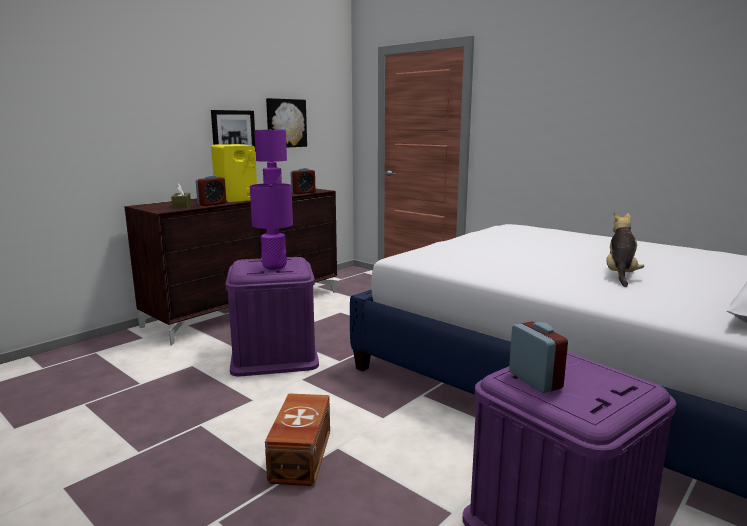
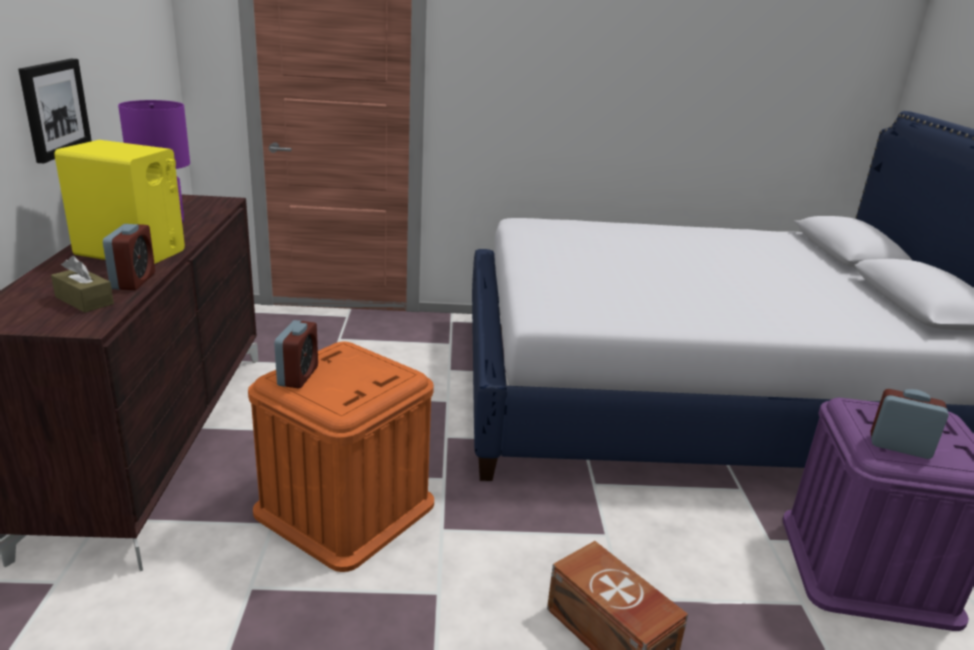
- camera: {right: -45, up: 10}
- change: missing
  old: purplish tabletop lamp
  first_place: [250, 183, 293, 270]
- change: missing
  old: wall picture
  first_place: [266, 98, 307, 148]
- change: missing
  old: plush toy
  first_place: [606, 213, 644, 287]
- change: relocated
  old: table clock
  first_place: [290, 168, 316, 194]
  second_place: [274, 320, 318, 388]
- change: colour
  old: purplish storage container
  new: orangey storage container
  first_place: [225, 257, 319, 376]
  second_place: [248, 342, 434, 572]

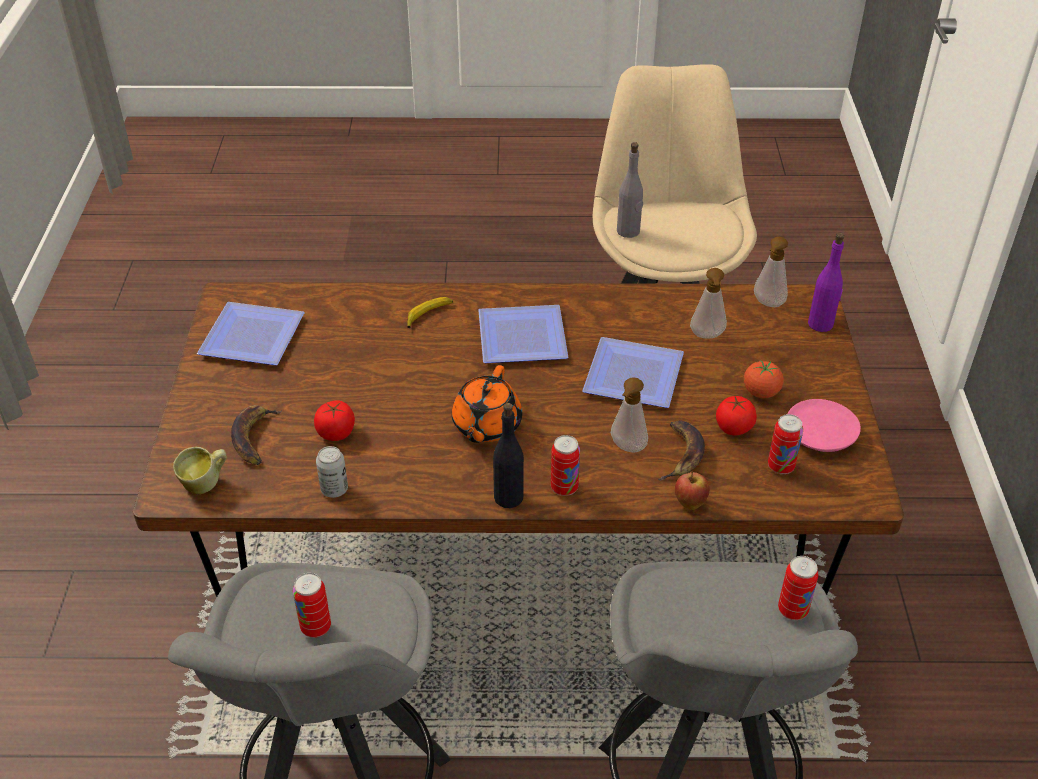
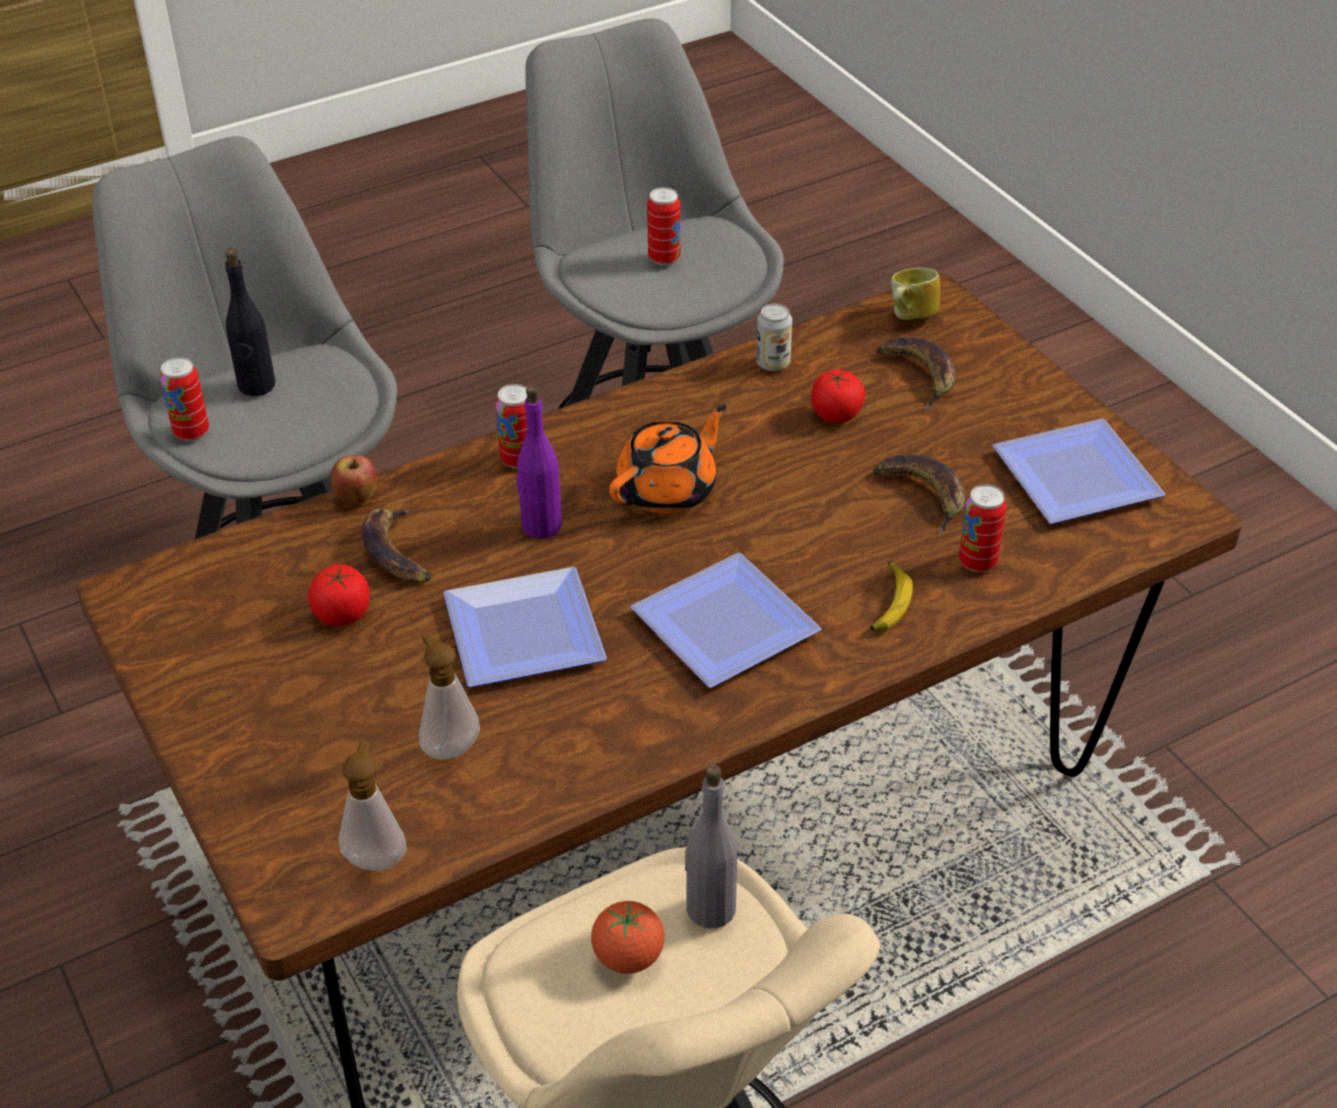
- camera: {right: 150, up: 0}
- change: missing
  old: soap bottle
  first_place: [611, 377, 648, 453]
- change: missing
  old: pinkish dinner plate
  first_place: [788, 399, 861, 452]
- change: appeared
  new: banana fruit
  second_place: [873, 455, 966, 534]
- change: relocated
  old: black-coloured drink bottle
  first_place: [493, 403, 524, 508]
  second_place: [225, 248, 275, 396]
- change: relocated
  old: whole tomato
  first_place: [744, 361, 784, 398]
  second_place: [591, 901, 665, 974]
- change: relocated
  old: can
  first_place: [768, 414, 803, 474]
  second_place: [959, 484, 1006, 572]
- change: relocated
  old: purplish drink bottle
  first_place: [808, 233, 844, 332]
  second_place: [516, 385, 562, 539]
- change: spun
  old: orangey pot for tea
  first_place: [452, 365, 522, 443]
  second_place: [609, 405, 727, 514]
  degrees: 60

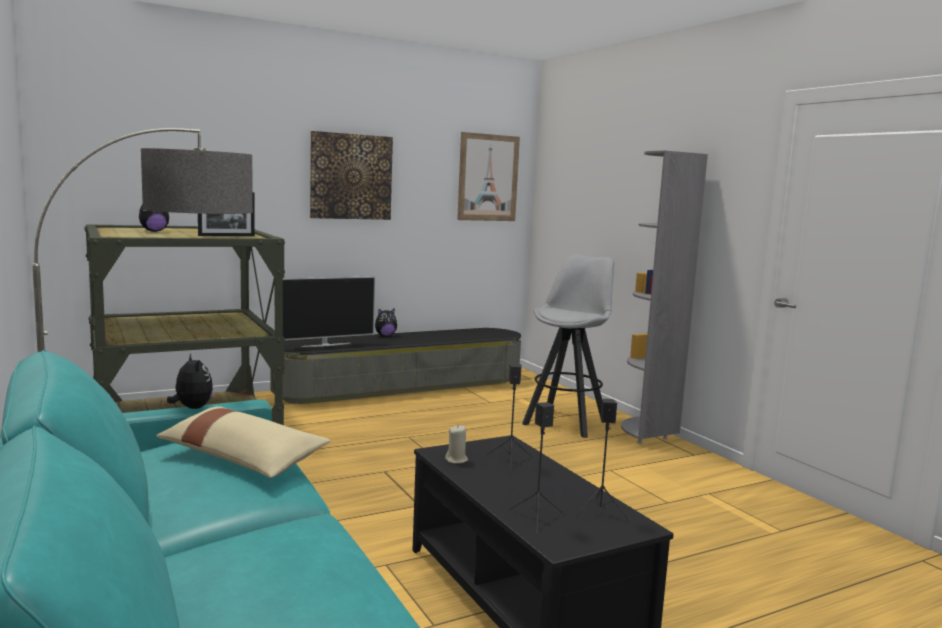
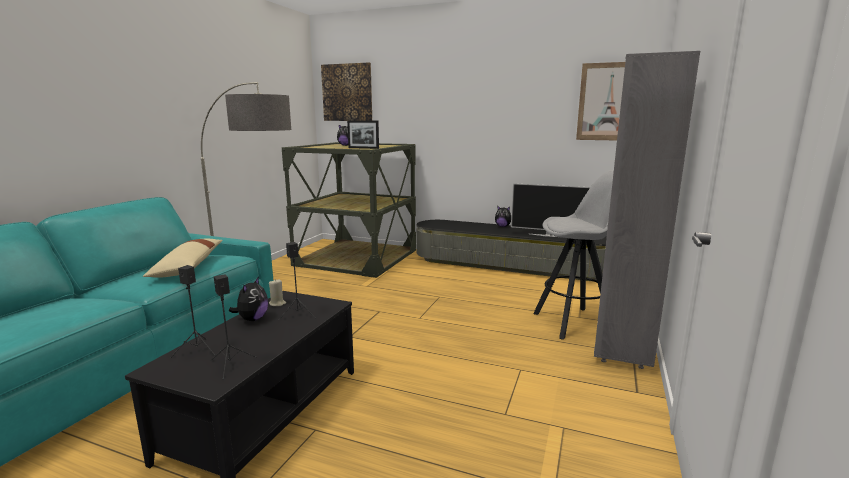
- camera: {right: 50, up: 5}
- change: relocated
  old: plush toy
  first_place: [167, 354, 213, 409]
  second_place: [229, 276, 268, 321]
- change: relocated
  old: TV set
  first_place: [283, 276, 376, 347]
  second_place: [511, 183, 590, 237]
- change: relocated
  old: wall picture
  first_place: [310, 131, 393, 220]
  second_place: [321, 62, 372, 121]

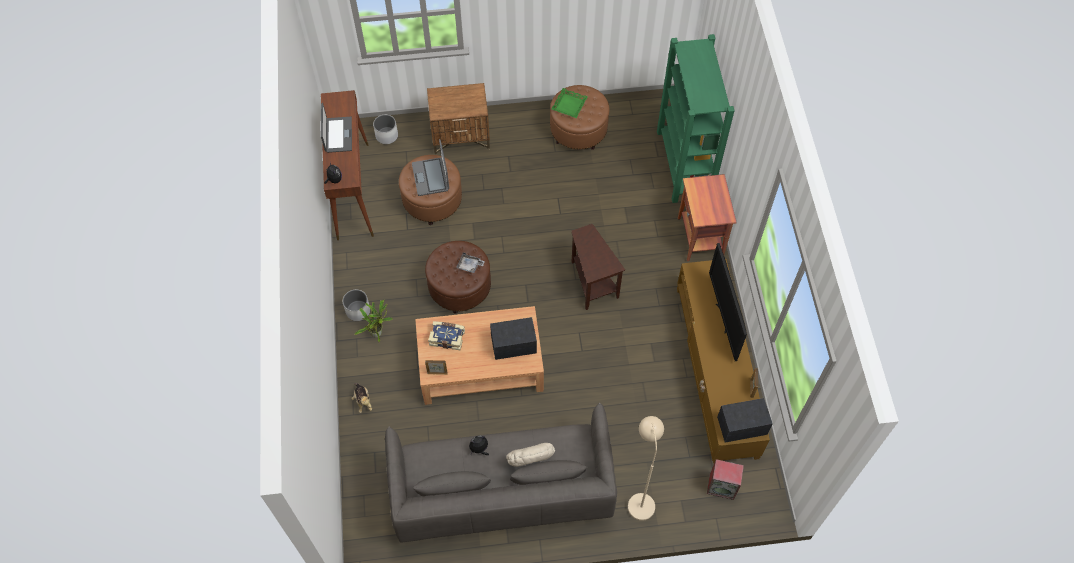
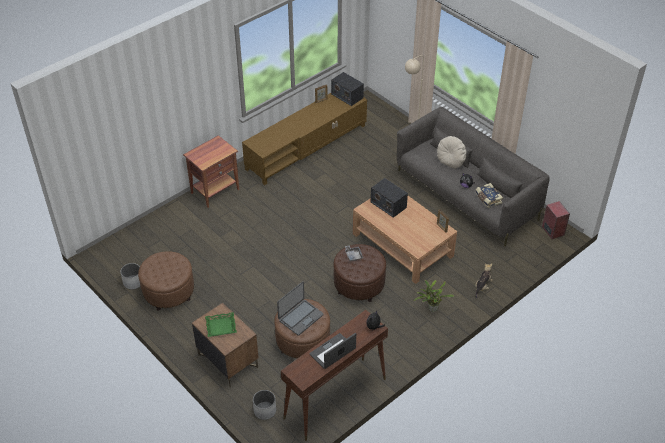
- camera: {right: -125, up: -15}
- change: missing
  old: brown-coloured accent table
  first_place: [571, 224, 625, 310]
- change: missing
  old: green-coloured bookcase
  first_place: [657, 34, 735, 203]
- change: missing
  old: TV set
  first_place: [709, 243, 747, 361]
- change: relocated
  old: white planter
  first_place: [343, 290, 370, 321]
  second_place: [121, 263, 140, 290]
- change: relocated
  old: volume
  first_place: [428, 321, 465, 350]
  second_place: [475, 183, 503, 208]
- change: relocated
  old: green-coloured carrying tray
  first_place: [551, 88, 588, 118]
  second_place: [205, 312, 237, 337]
- change: relocated
  old: audio speaker
  first_place: [707, 459, 744, 500]
  second_place: [542, 201, 570, 239]

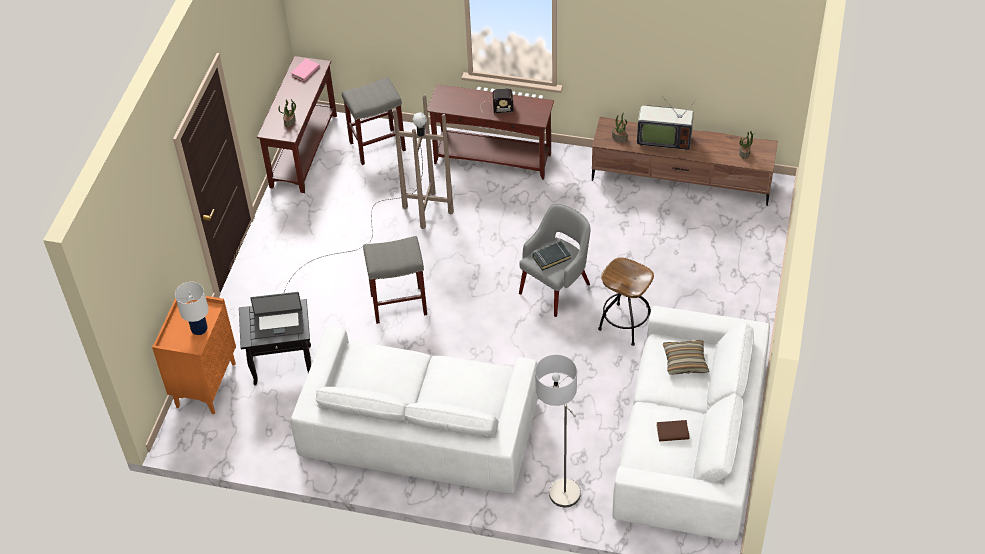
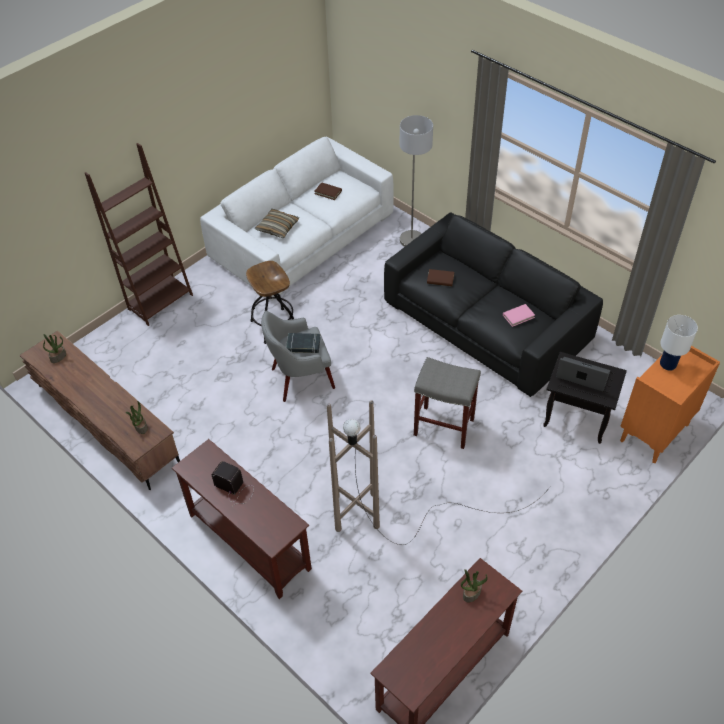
- camera: {right: -150, up: 0}
- change: missing
  old: greyish stool
  first_place: [342, 77, 406, 165]
- change: missing
  old: TV set
  first_place: [637, 96, 698, 151]
- change: appeared
  new: brown-coloured bookcase
  second_place: [85, 143, 193, 326]
- change: appeared
  new: brown-coloured volume
  second_place: [427, 269, 454, 286]
- change: relocated
  old: pinkish volume
  first_place: [291, 59, 320, 81]
  second_place: [503, 304, 535, 327]
- change: colour
  old: white sofa
  new: black-coloured sofa
  first_place: [291, 326, 538, 494]
  second_place: [384, 212, 603, 397]

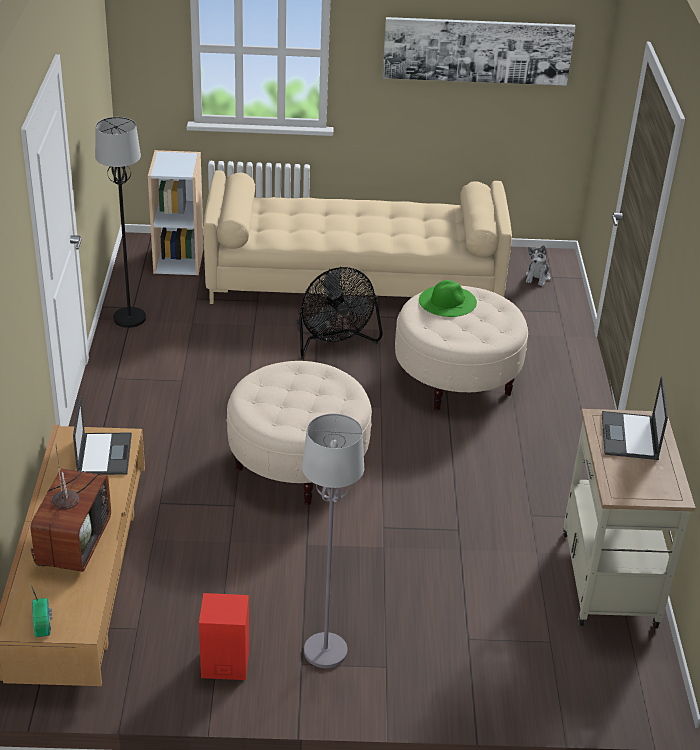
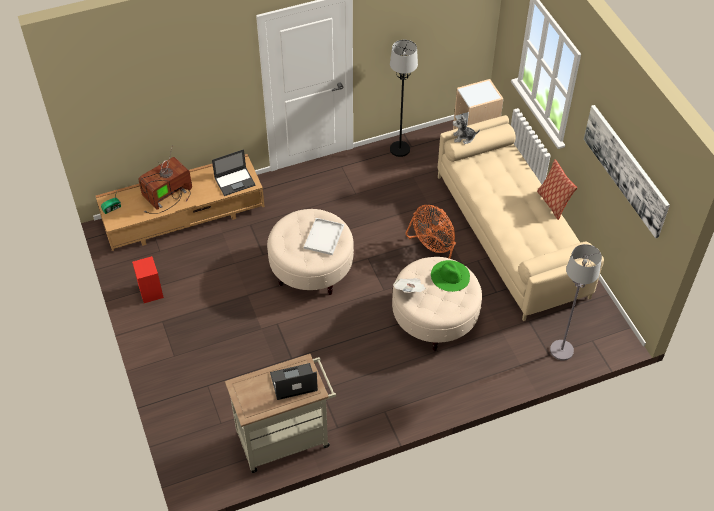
- camera: {right: 70, up: 15}
- change: appeared
  new: white carrying tray
  second_place: [304, 218, 344, 255]
- change: appeared
  new: daily paper
  second_place: [393, 278, 426, 293]
- change: appeared
  new: throw pillow
  second_place: [537, 159, 577, 220]
- change: relocated
  old: greyish floor lamp
  first_place: [302, 414, 364, 668]
  second_place: [550, 244, 602, 361]
- change: relocated
  old: plush toy
  first_place: [525, 245, 550, 286]
  second_place: [453, 114, 480, 144]
- change: colour
  old: black-coloured fan
  new: orangey fan
  first_place: [297, 267, 383, 359]
  second_place: [406, 205, 456, 259]
- change: spun
  old: TV set
  first_place: [30, 444, 111, 572]
  second_place: [138, 145, 192, 214]
  degrees: 150

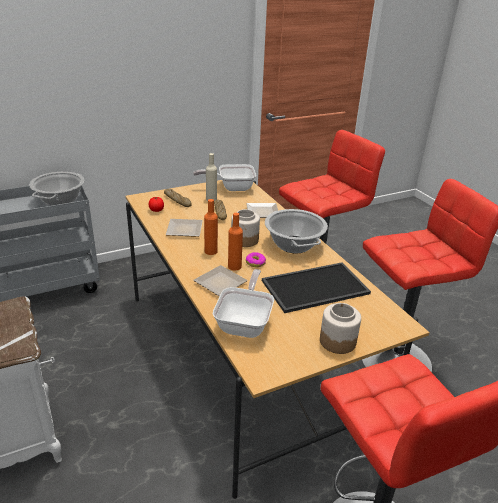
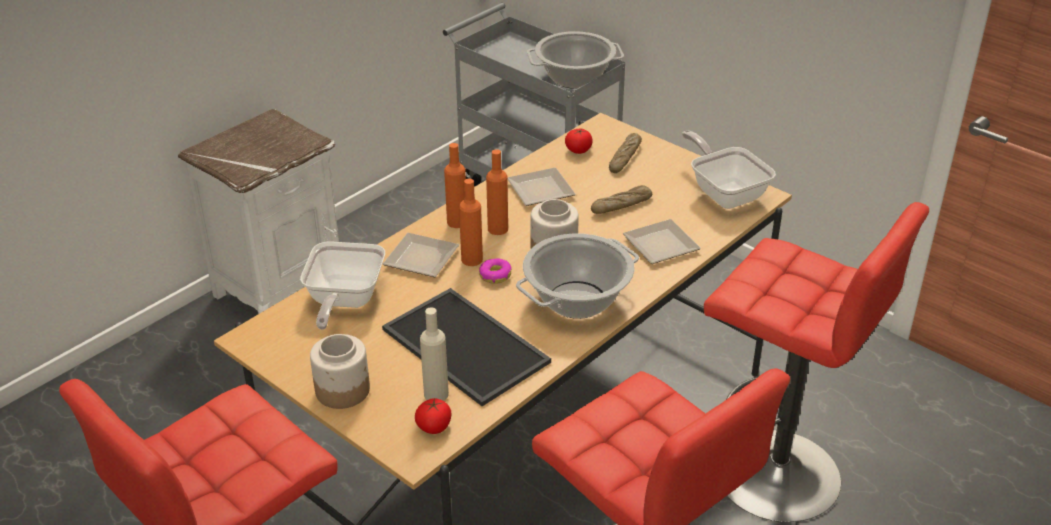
- camera: {right: 70, up: 5}
- change: appeared
  new: whole tomato
  second_place: [415, 398, 451, 434]
- change: appeared
  new: orangey drink bottle
  second_place: [444, 143, 466, 228]
- change: relocated
  old: beige drink bottle
  first_place: [206, 153, 217, 201]
  second_place: [420, 307, 449, 401]
- change: spun
  old: frying pan
  first_place: [213, 269, 274, 338]
  second_place: [300, 241, 385, 330]
  degrees: 105

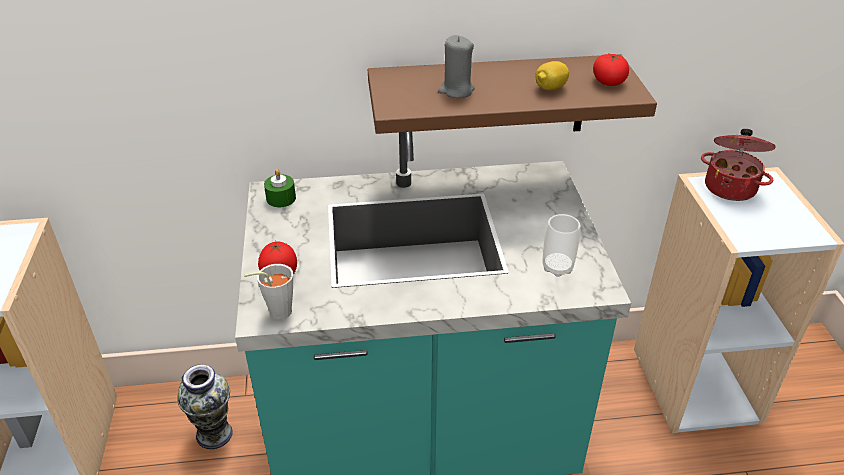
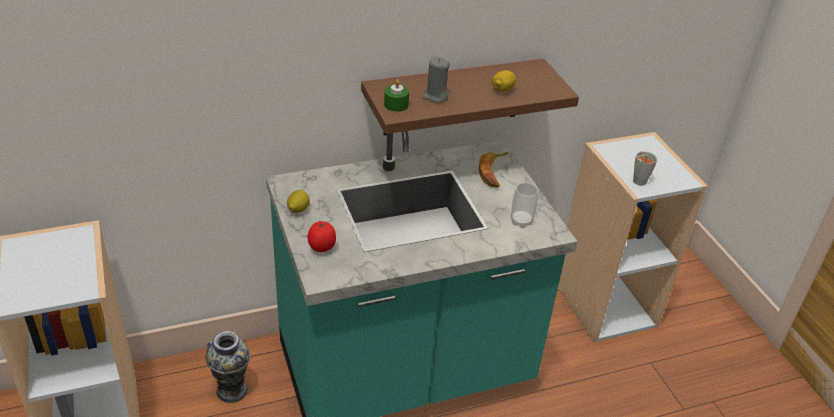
- camera: {right: -15, up: 0}
- change: missing
  old: whole tomato
  first_place: [593, 53, 629, 86]
- change: missing
  old: cooking pot
  first_place: [701, 129, 776, 201]
- change: appeared
  new: citrus fruit
  second_place: [287, 190, 310, 213]
- change: appeared
  new: banana fruit
  second_place: [479, 152, 509, 187]
- change: relocated
  old: greyish drinking cup
  first_place: [244, 264, 293, 320]
  second_place: [633, 151, 658, 186]
- change: relocated
  old: green-coloured candle
  first_place: [264, 169, 296, 207]
  second_place: [384, 79, 409, 112]

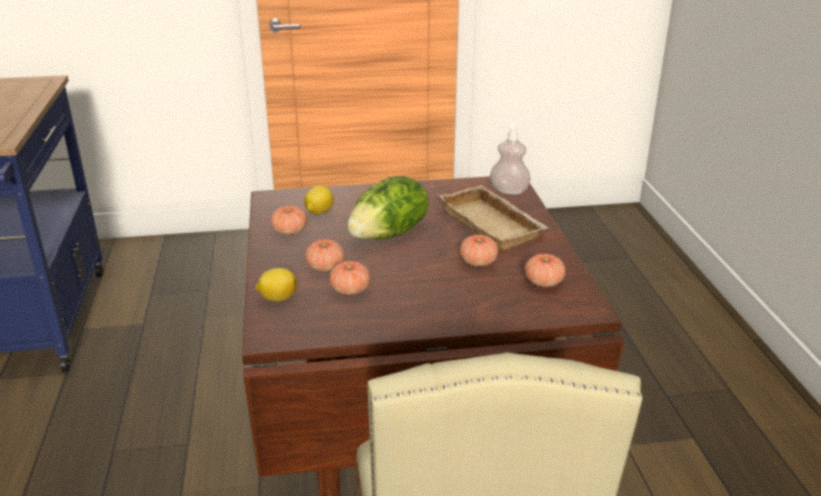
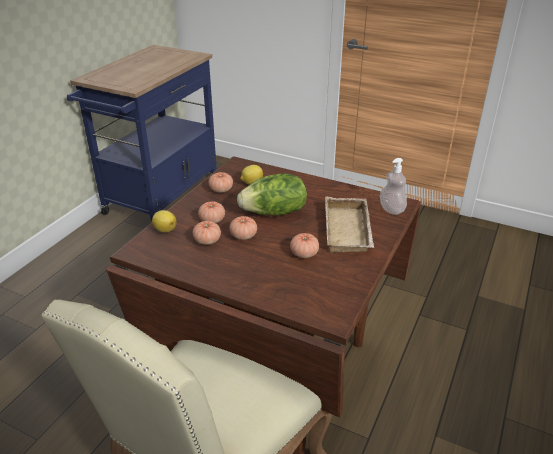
- camera: {right: 35, up: 5}
- change: relocated
  old: whole tomato
  first_place: [525, 254, 566, 287]
  second_place: [229, 216, 257, 240]

